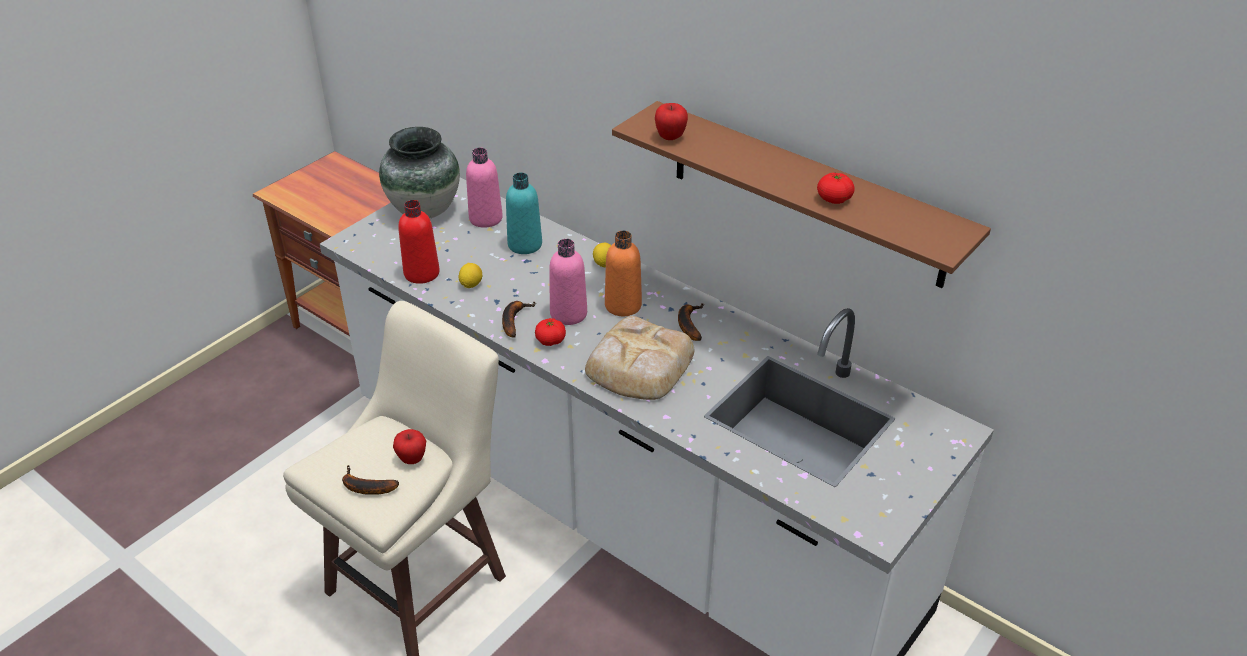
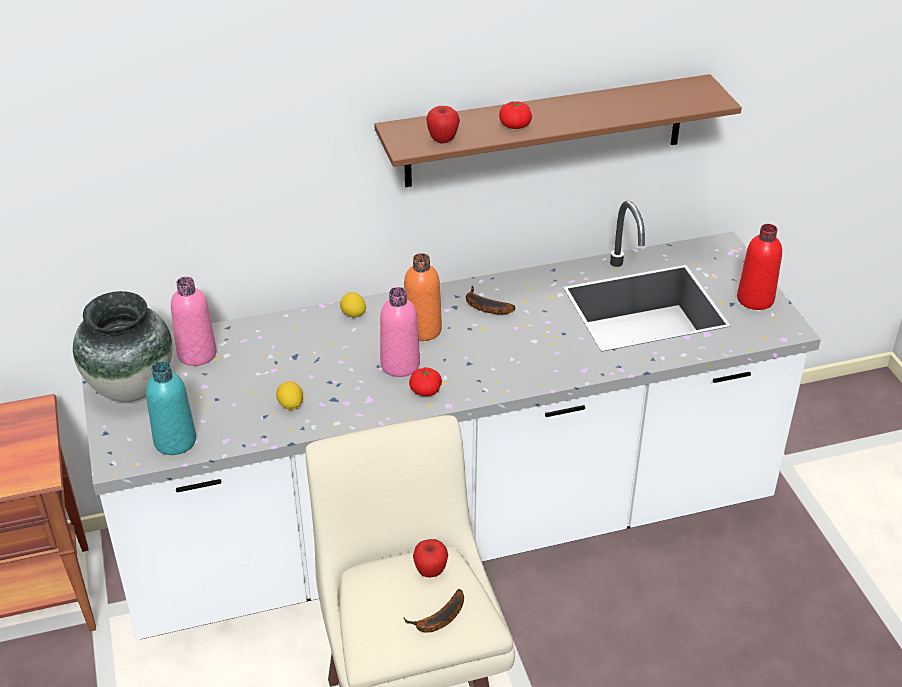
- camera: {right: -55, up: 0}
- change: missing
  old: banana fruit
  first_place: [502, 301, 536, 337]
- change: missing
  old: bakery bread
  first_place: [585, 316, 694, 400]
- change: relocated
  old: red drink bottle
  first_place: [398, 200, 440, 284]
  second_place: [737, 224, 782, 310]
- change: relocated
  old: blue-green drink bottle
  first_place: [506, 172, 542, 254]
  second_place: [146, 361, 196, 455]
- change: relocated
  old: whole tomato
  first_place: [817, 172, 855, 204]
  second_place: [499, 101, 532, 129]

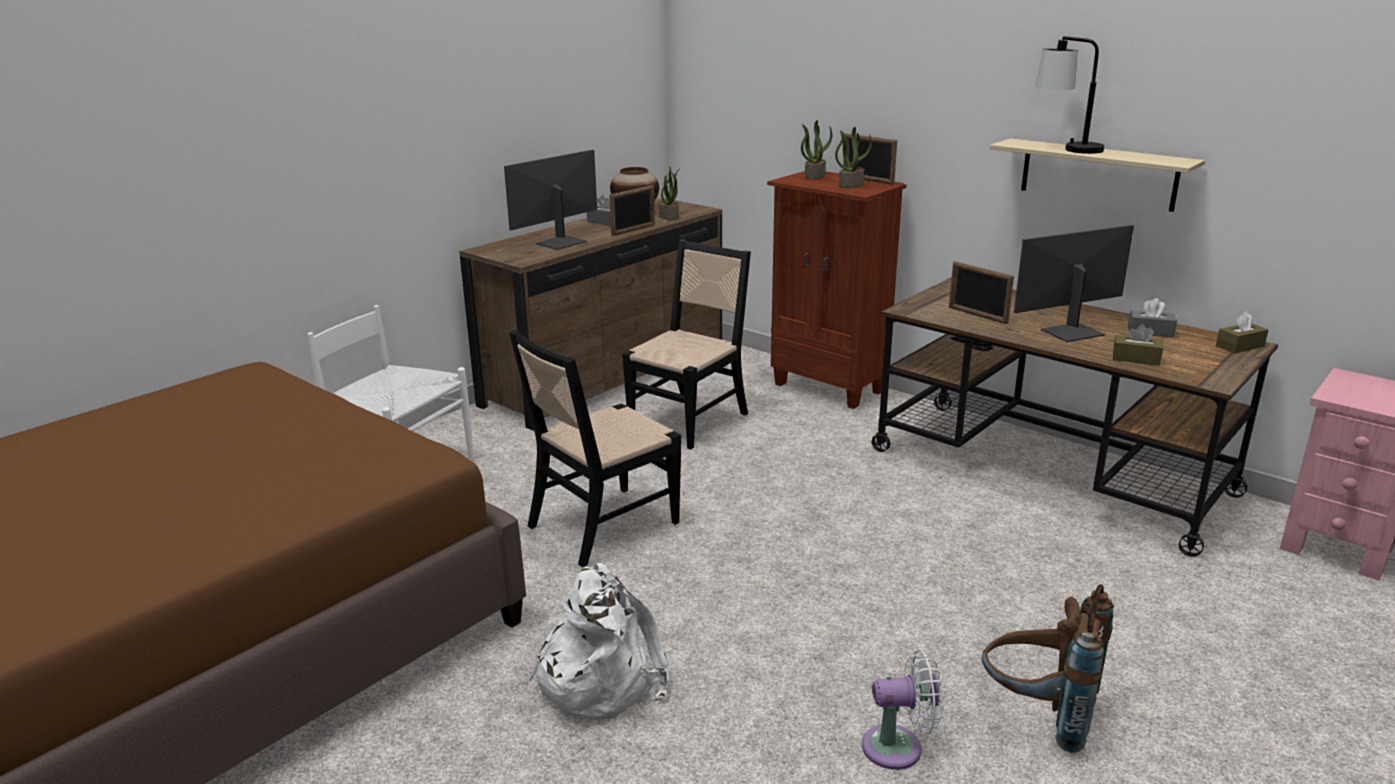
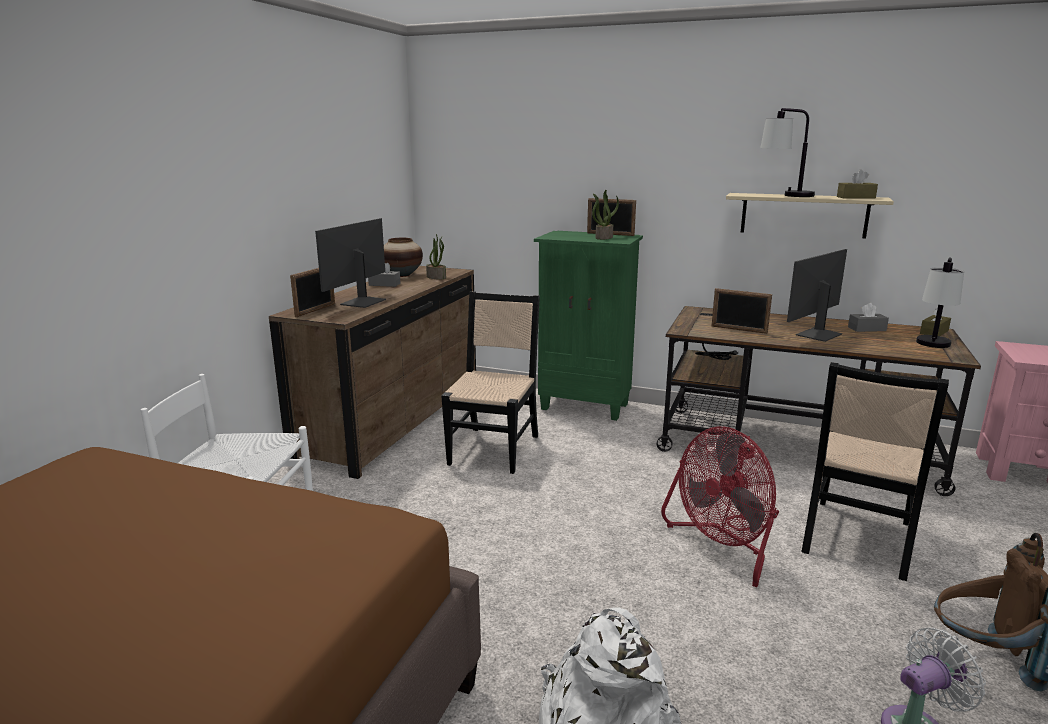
- camera: {right: -20, up: -5}
- change: missing
  old: houseplant
  first_place: [801, 120, 832, 179]
- change: appeared
  new: red fan
  second_place: [661, 426, 779, 587]
- change: appeared
  new: tabletop lamp
  second_place: [916, 257, 964, 348]
- change: relocated
  old: plain chair
  first_place: [509, 330, 681, 567]
  second_place: [802, 362, 949, 581]
- change: relocated
  old: standing frame
  first_place: [609, 185, 655, 236]
  second_place: [290, 268, 335, 317]
- change: relocated
  old: brown-coloured tissue holder
  first_place: [1113, 324, 1163, 366]
  second_place: [837, 169, 878, 199]
- change: colour
  old: brown-coloured cabinet
  new: green-coloured cabinet
  first_place: [767, 171, 907, 409]
  second_place: [534, 231, 643, 421]

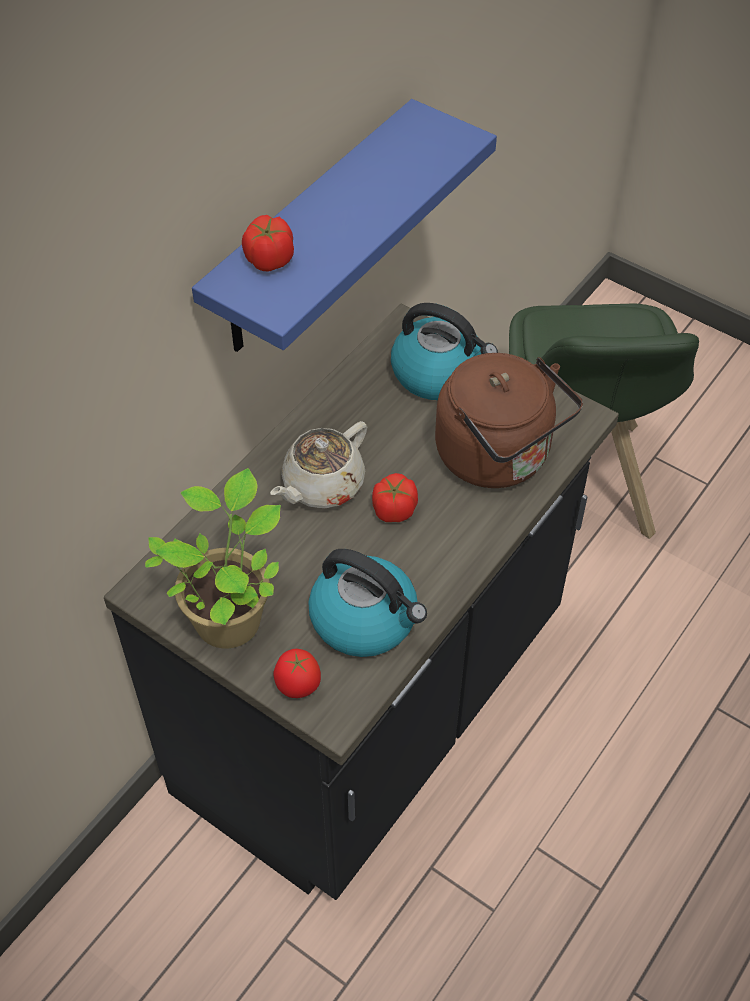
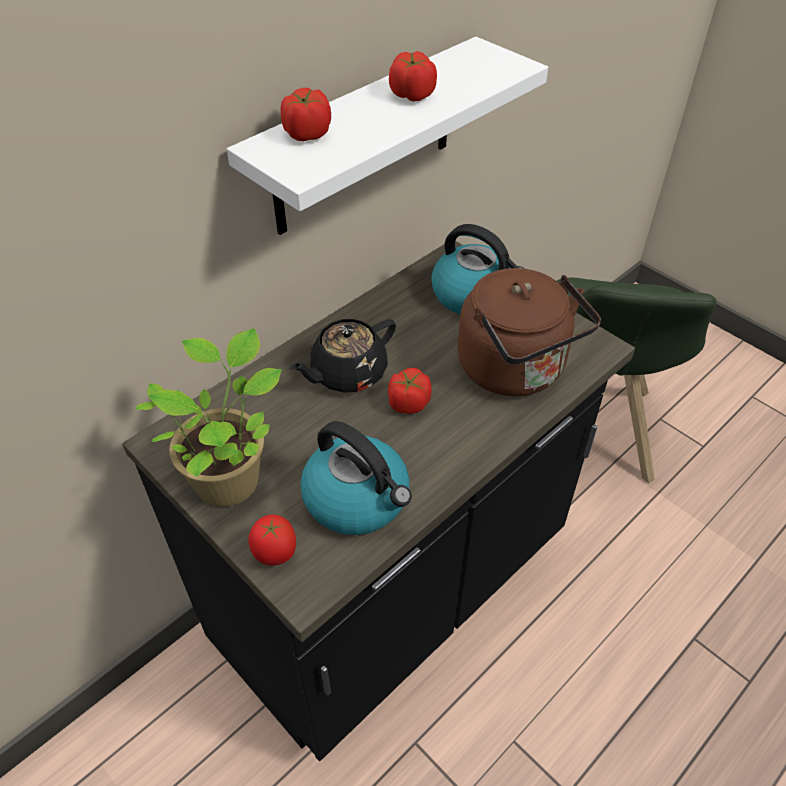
- camera: {right: 10, up: -5}
- change: appeared
  new: whole tomato
  second_place: [389, 51, 437, 102]
- change: colour
  old: blue shelf
  new: white shelf
  first_place: [192, 99, 497, 352]
  second_place: [227, 37, 548, 235]
- change: colour
  old: beige pot for tea
  new: black-coloured pot for tea
  first_place: [270, 421, 367, 508]
  second_place: [290, 319, 396, 393]

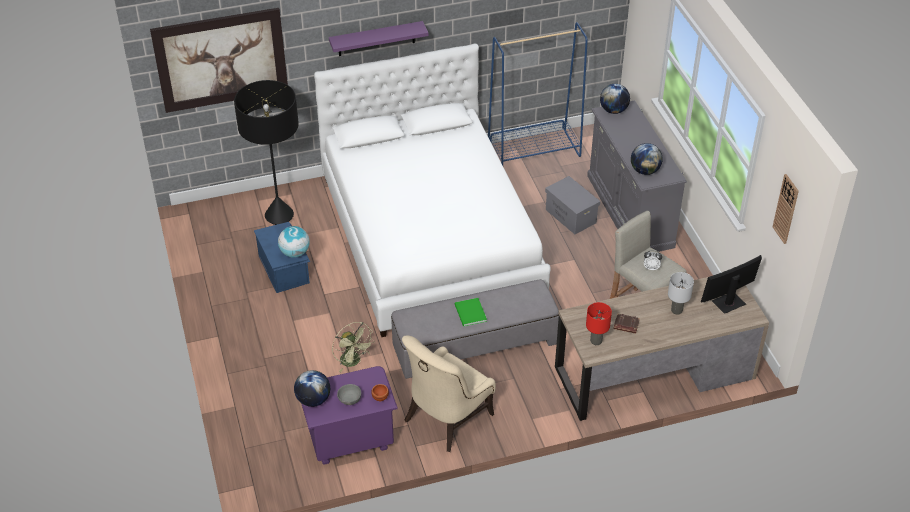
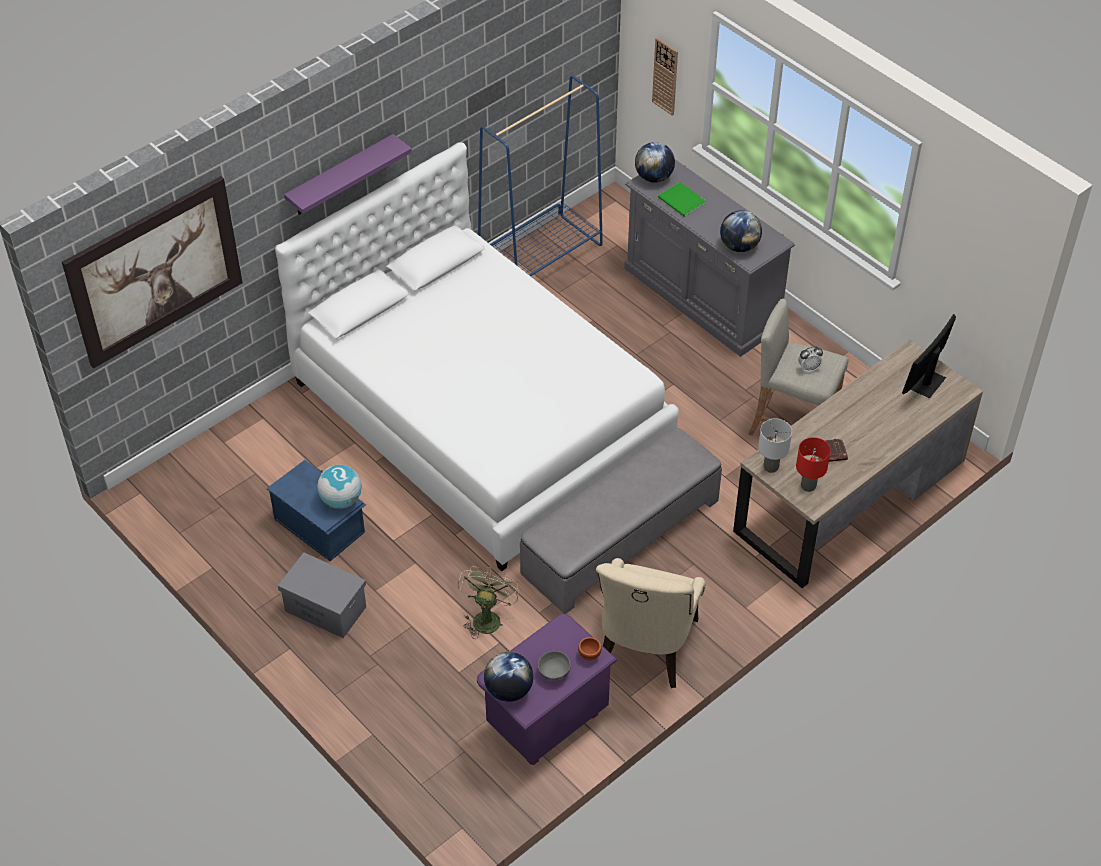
- camera: {right: -25, up: 5}
- change: missing
  old: black-coloured floor lamp
  first_place: [234, 80, 299, 225]
- change: relocated
  old: green-coloured volume
  first_place: [455, 298, 487, 326]
  second_place: [658, 182, 706, 217]
- change: relocated
  old: greyish storage container
  first_place: [545, 176, 600, 234]
  second_place: [278, 552, 366, 638]
- change: relocated
  old: white tabletop lamp
  first_place: [668, 272, 694, 315]
  second_place: [758, 419, 792, 473]
- change: relocated
  old: clock on the wall
  first_place: [772, 174, 799, 244]
  second_place: [652, 38, 678, 116]
- change: spun
  old: green-coloured fan
  first_place: [332, 322, 375, 372]
  second_place: [458, 566, 519, 639]
  degrees: -105

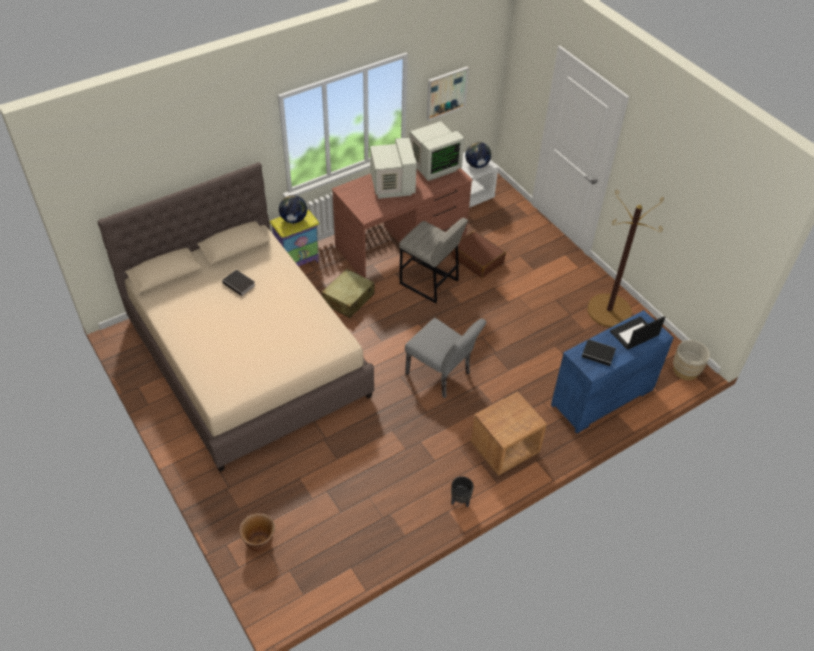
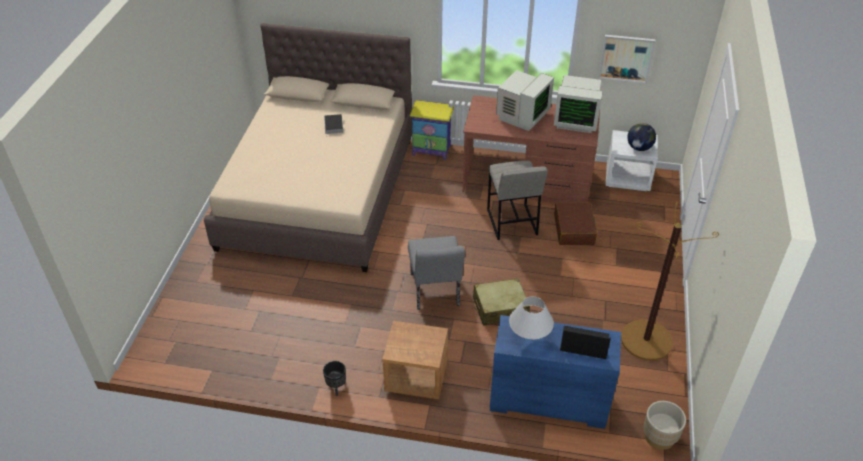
- camera: {right: 45, up: -5}
- change: missing
  old: brown-coloured planter
  first_place: [239, 513, 275, 552]
- change: missing
  old: globe
  first_place: [279, 195, 307, 223]
- change: relocated
  old: beige suitcase
  first_place: [321, 269, 375, 318]
  second_place: [473, 278, 530, 326]
- change: exchanged
  old: volume
  new: white tabletop lamp
  first_place: [582, 339, 616, 367]
  second_place: [509, 296, 554, 339]

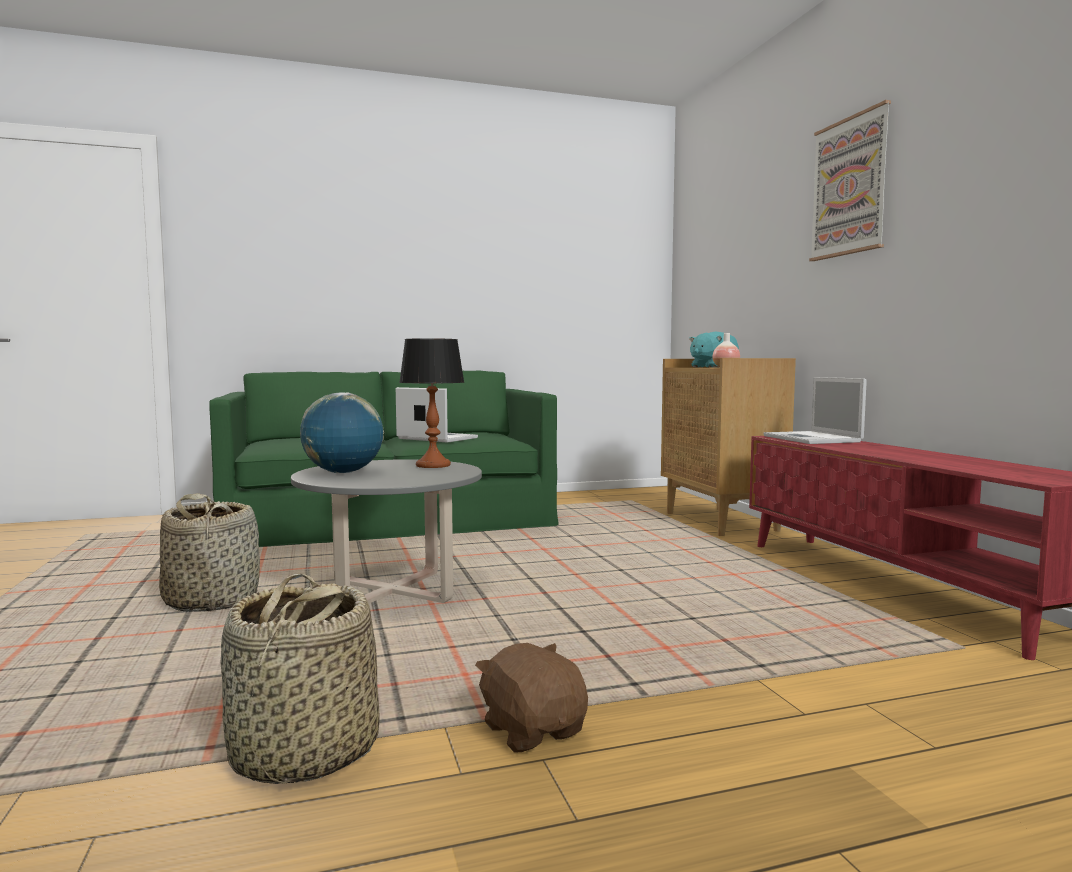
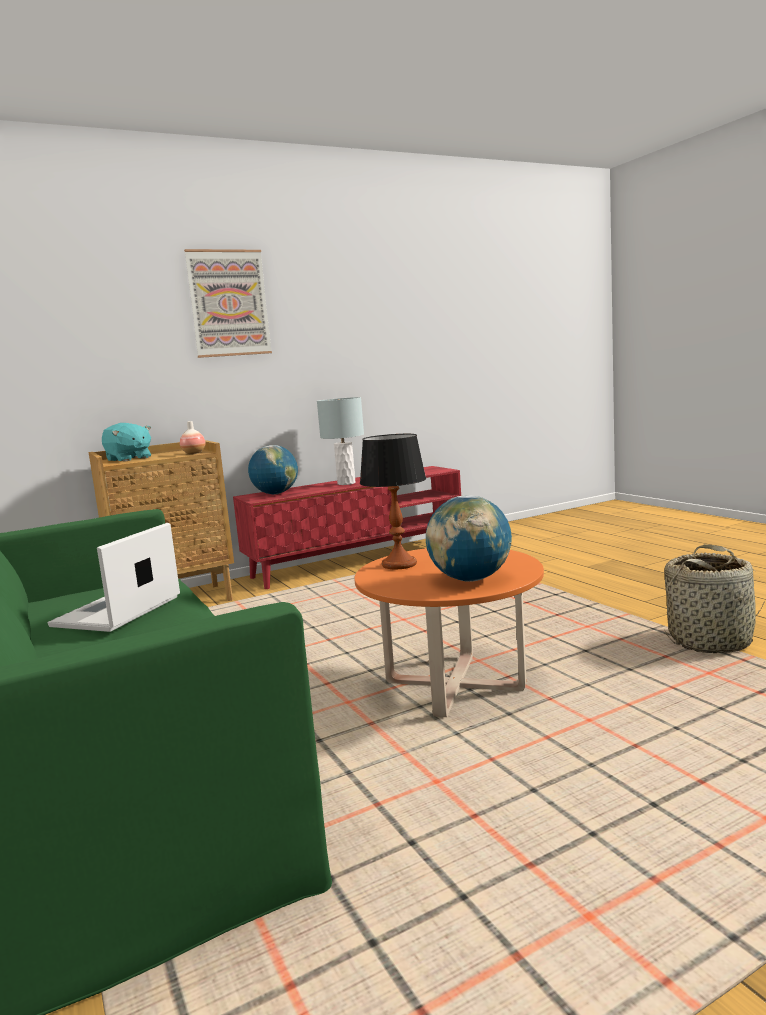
- camera: {right: -100, up: 5}
- change: missing
  old: household basket
  first_place: [159, 493, 260, 612]
- change: missing
  old: brown-coloured plush toy
  first_place: [475, 643, 588, 753]
- change: appeared
  new: greyish tabletop lamp
  second_place: [317, 397, 364, 485]
- change: exchanged
  old: portable computer
  new: globe
  first_place: [764, 377, 867, 444]
  second_place: [248, 445, 298, 494]
- change: colour
  old: greyish lounge table
  new: orangey lounge table
  first_place: [291, 459, 482, 604]
  second_place: [354, 548, 544, 717]

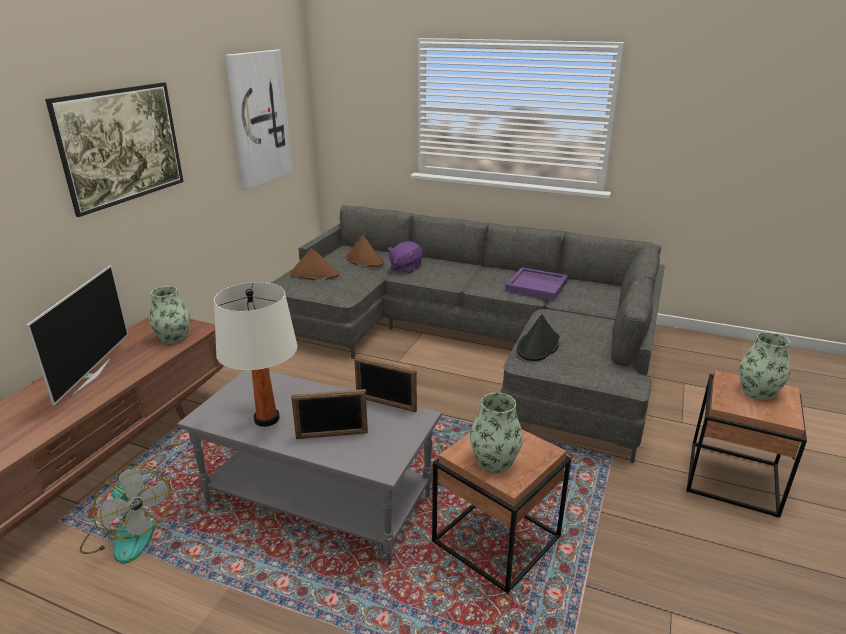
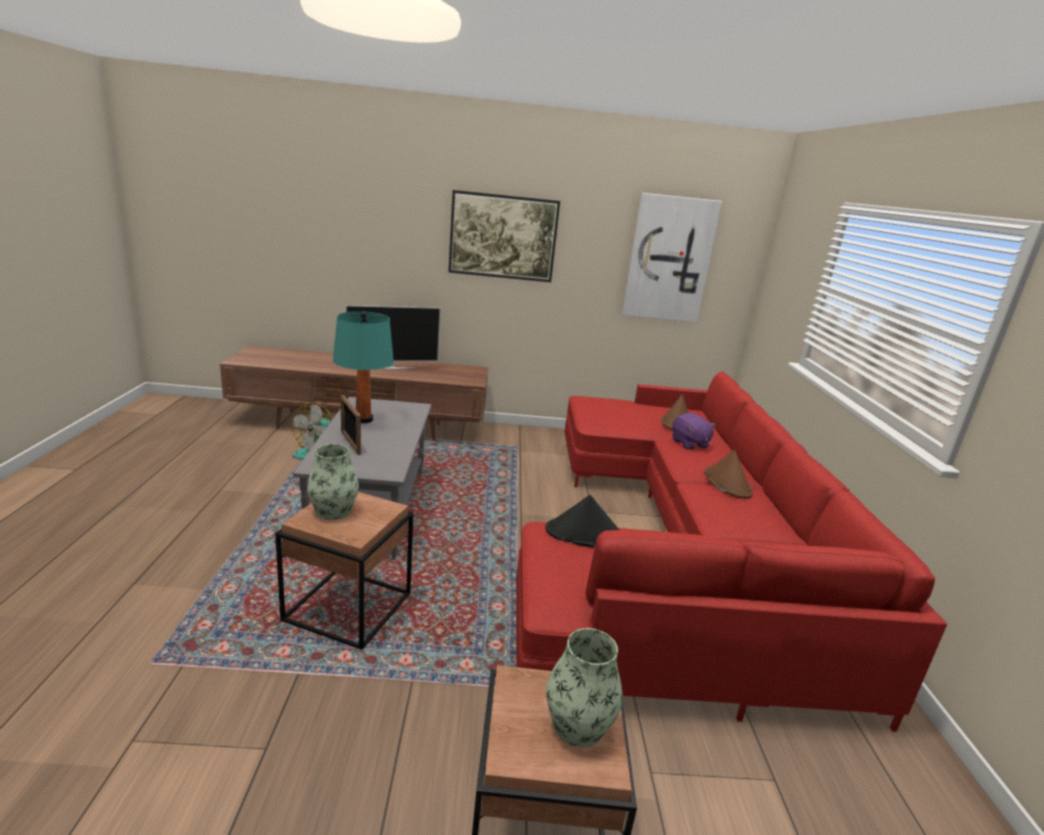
- camera: {right: 65, up: -5}
- change: missing
  old: vase
  first_place: [149, 286, 190, 344]
- change: missing
  old: standing frame
  first_place: [354, 356, 417, 412]
- change: missing
  old: purplish carrying tray
  first_place: [505, 267, 568, 300]
- change: relocated
  old: brown-coloured clothing hat
  first_place: [290, 248, 340, 280]
  second_place: [704, 450, 753, 499]
- change: colour
  old: white tabletop lamp
  new: blue-green tabletop lamp
  first_place: [214, 282, 297, 427]
  second_place: [333, 311, 394, 423]
- change: colour
  old: greyish sofa
  new: red sofa
  first_place: [272, 205, 665, 463]
  second_place: [516, 371, 947, 732]
- change: spun
  old: purplish plush toy
  first_place: [388, 241, 423, 273]
  second_place: [672, 413, 716, 450]
  degrees: -120

